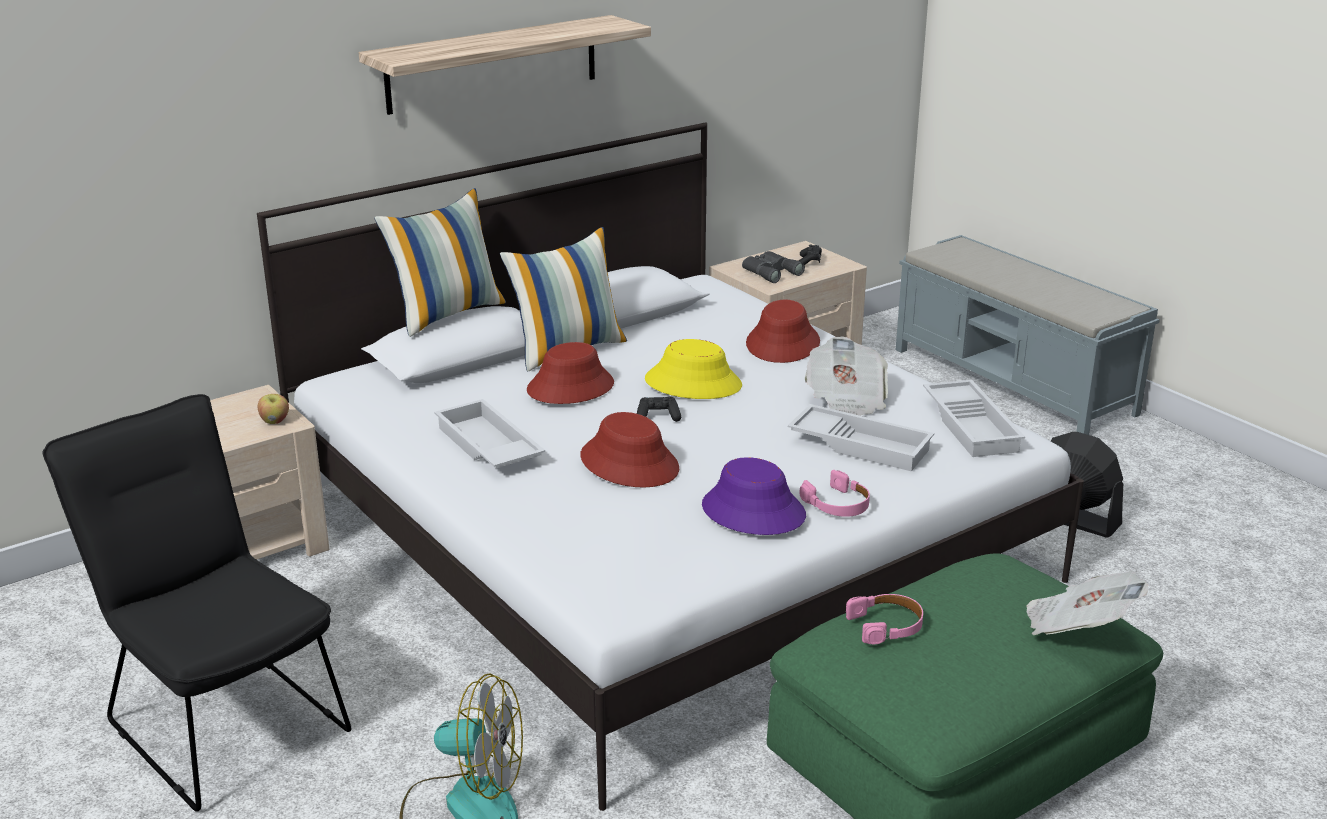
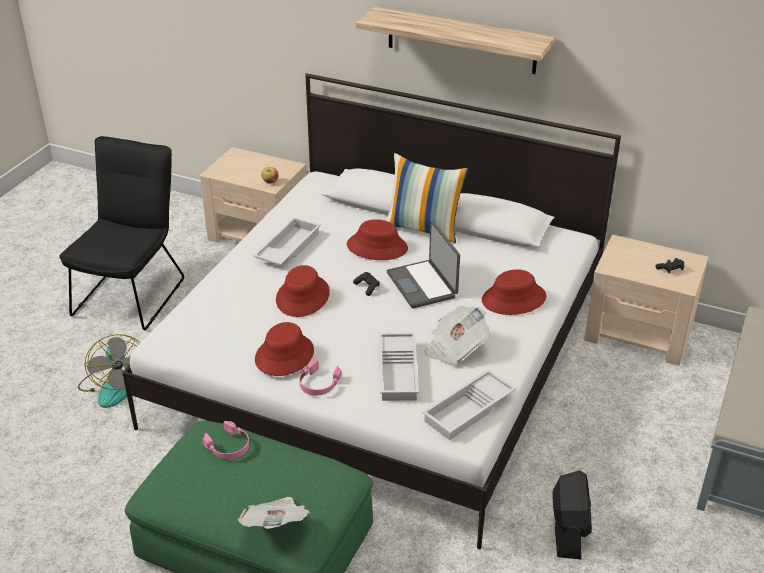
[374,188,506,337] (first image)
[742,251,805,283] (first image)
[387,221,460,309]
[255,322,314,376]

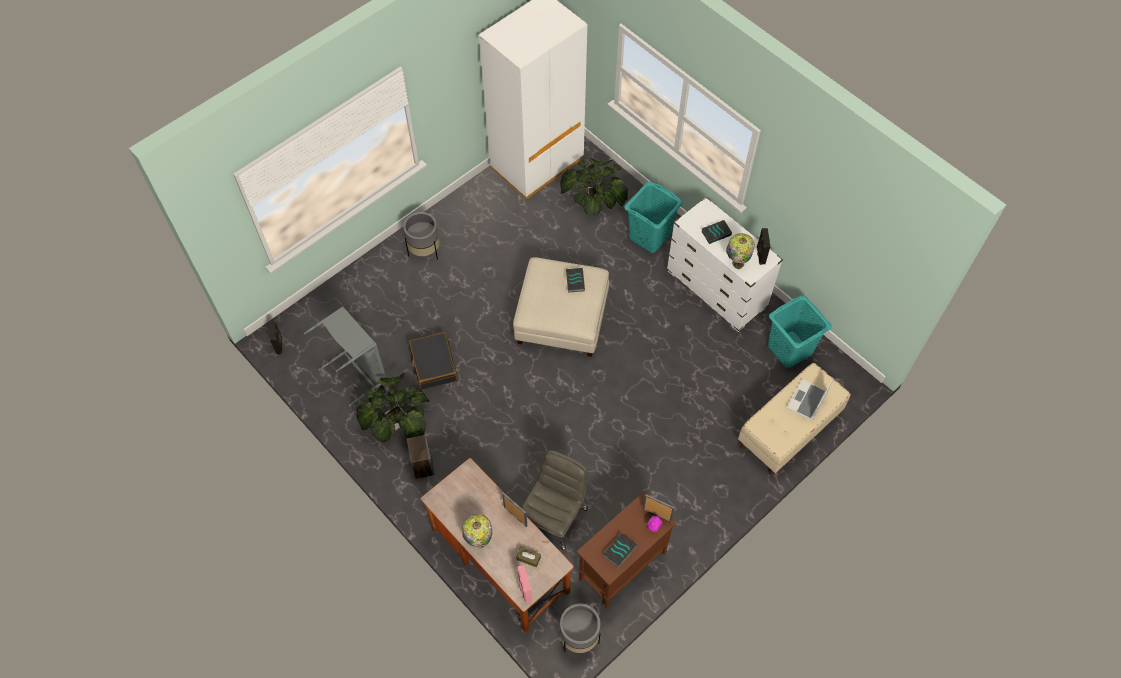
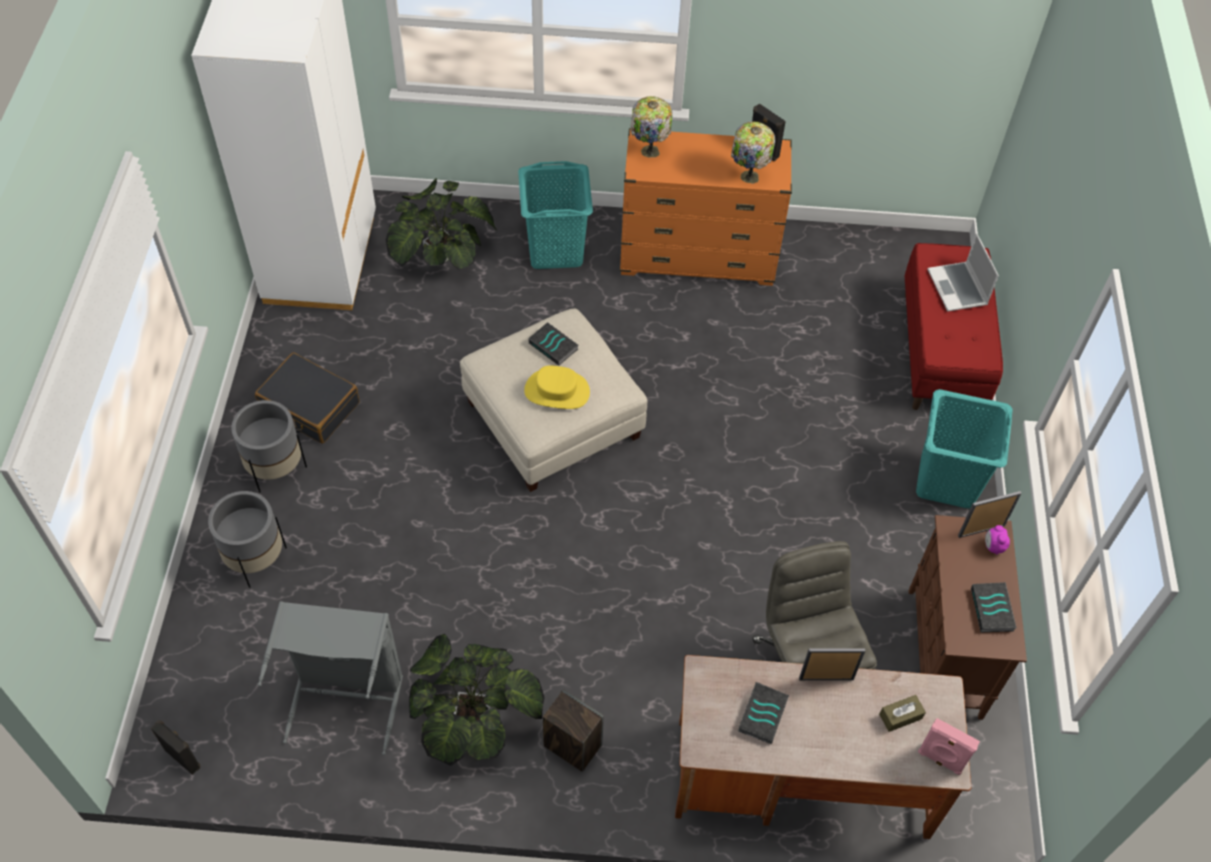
[620,128,792,286]
[738,682,789,744]
[916,389,1013,508]
[255,352,360,444]
[905,243,1003,410]
[631,96,673,158]
[208,491,287,588]
[524,365,590,409]

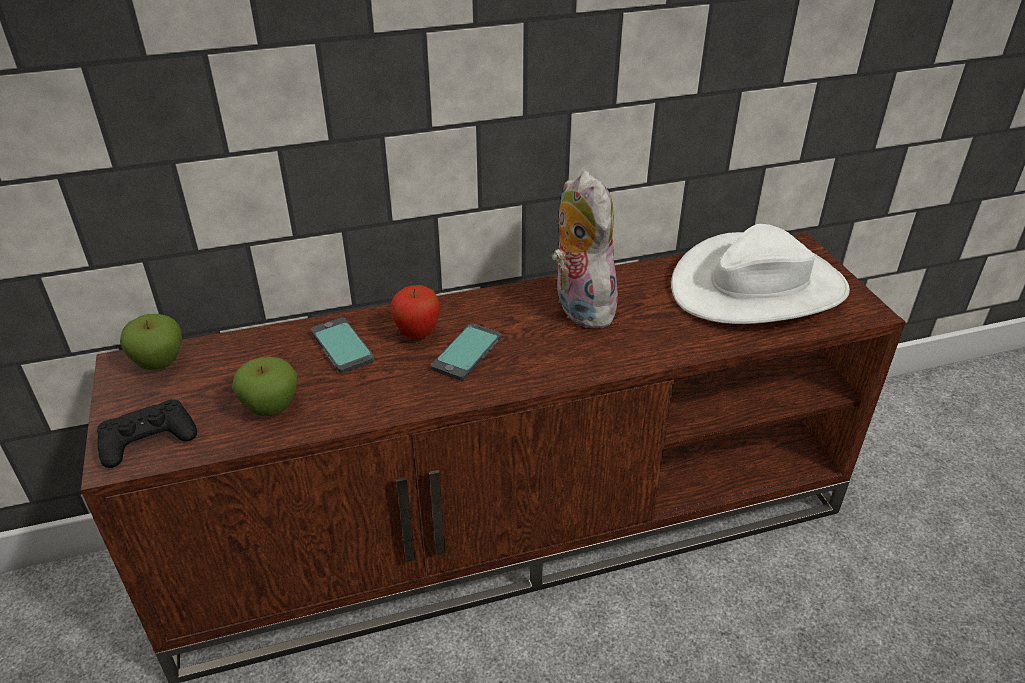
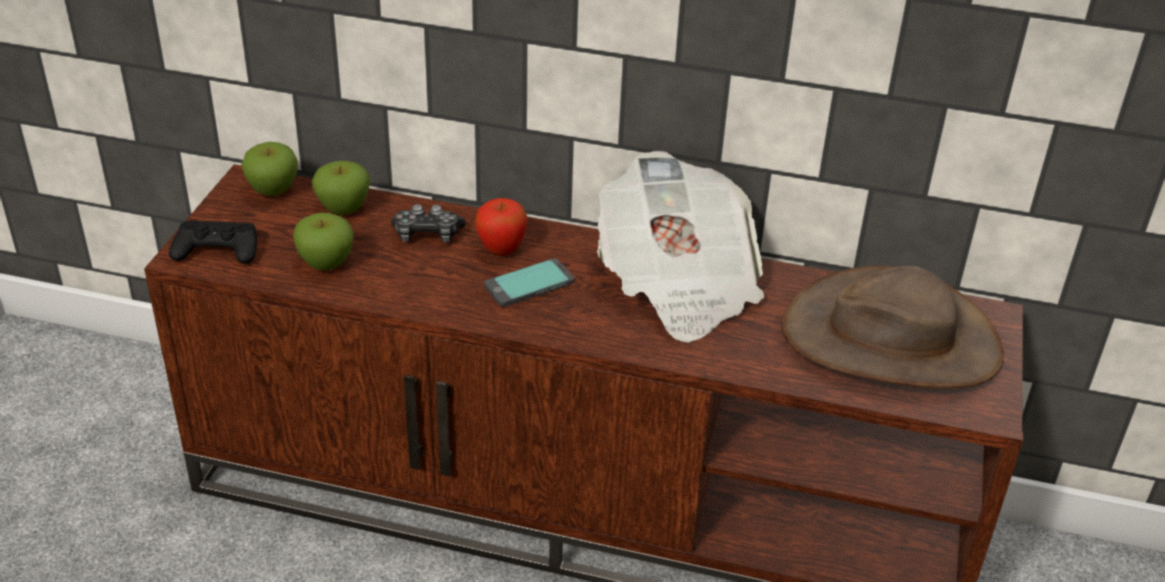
[597,151,764,343]
[781,266,1004,389]
[391,204,466,243]
[312,161,370,215]

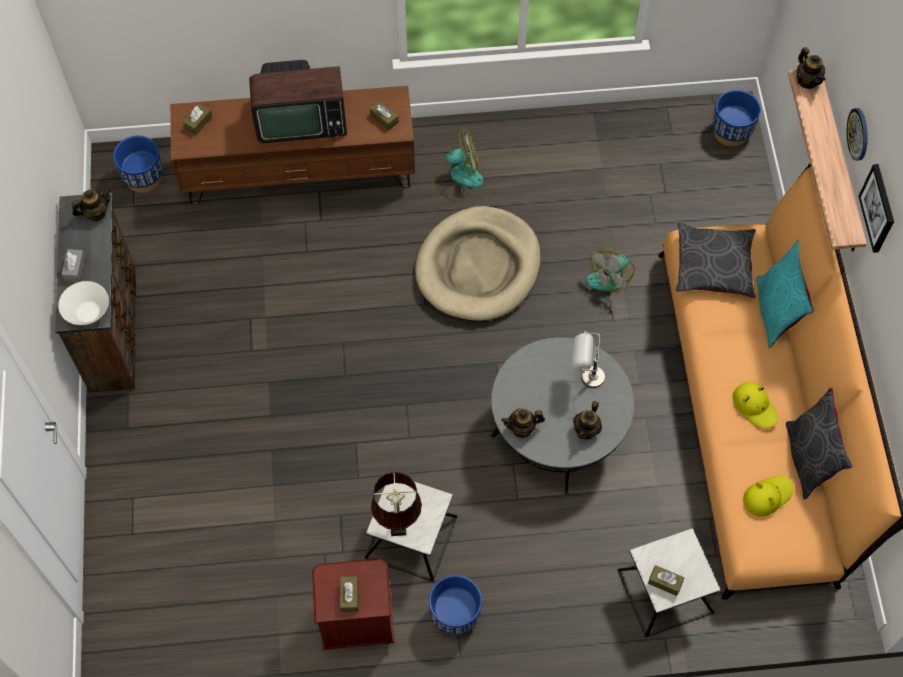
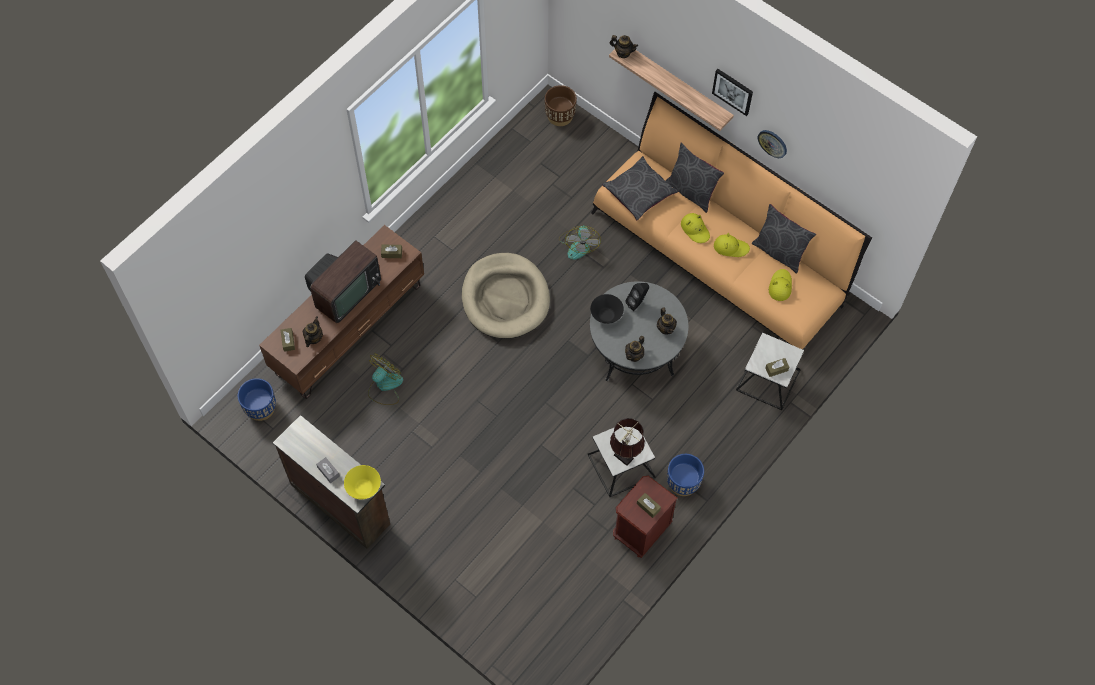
[545,85,577,126]
[758,130,787,158]
[368,353,403,405]
[303,317,323,347]
[666,142,724,213]
[344,465,381,499]
[625,283,649,311]
[681,213,710,243]
[590,294,624,324]

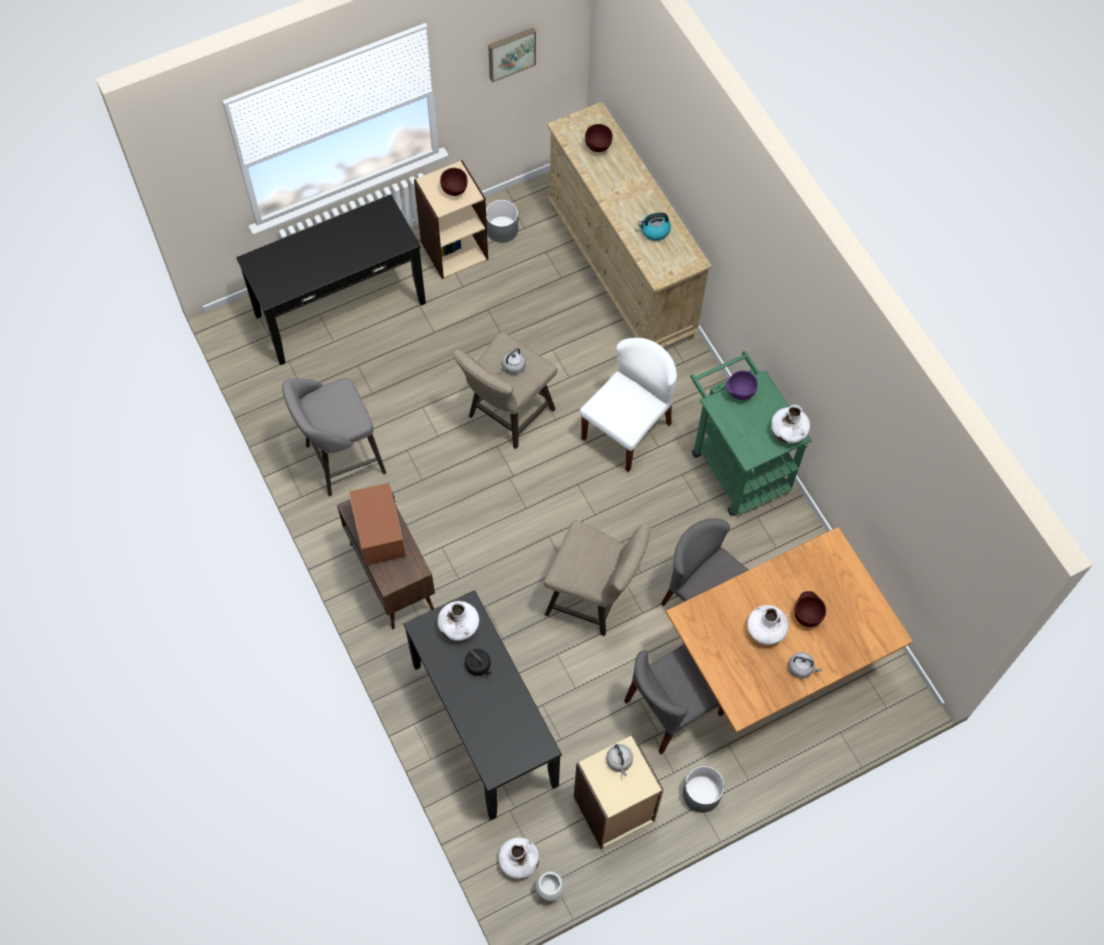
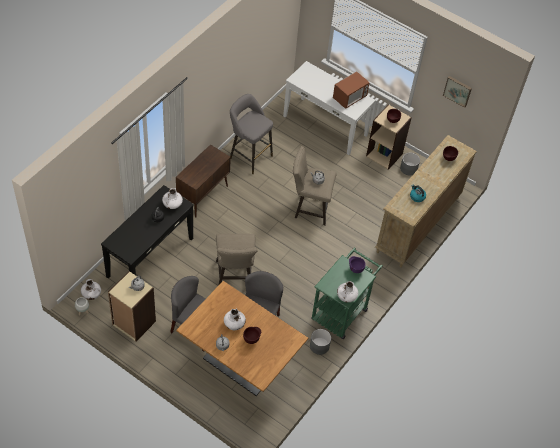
[283,61,375,155]
[580,338,677,472] (first image)
[333,71,370,109]
[310,329,331,355]

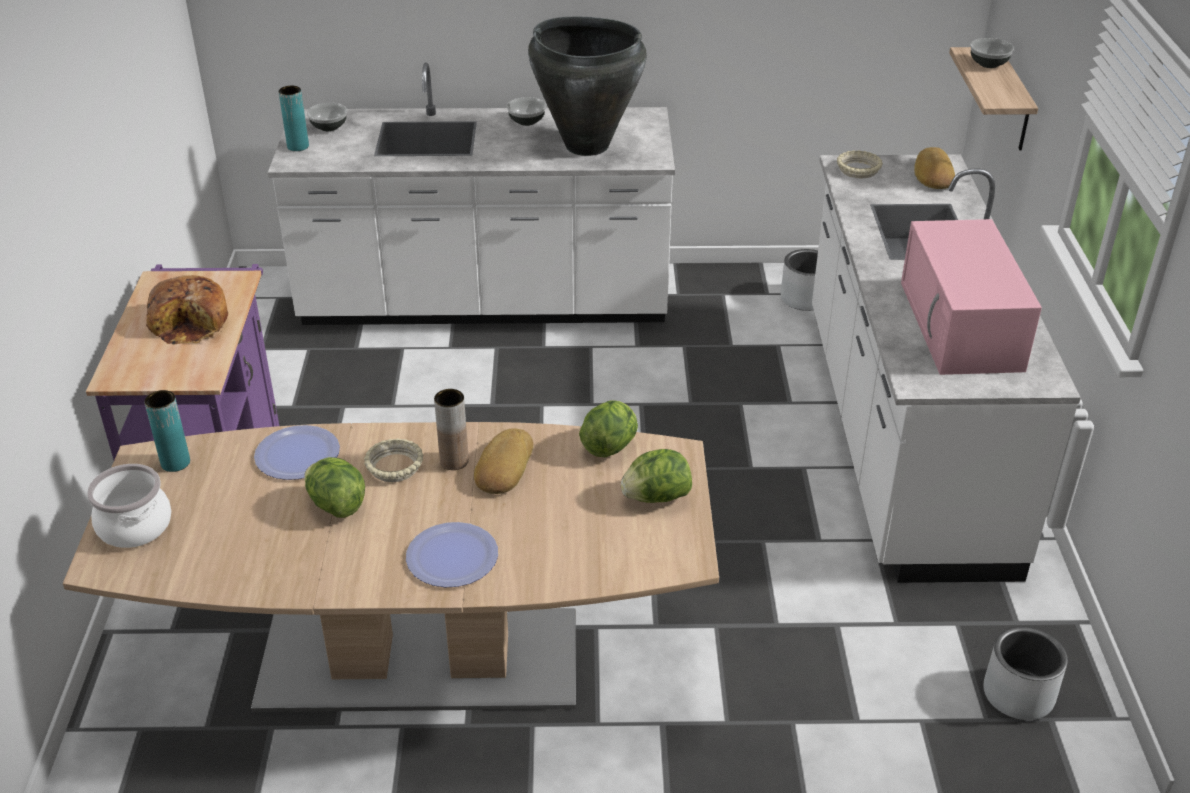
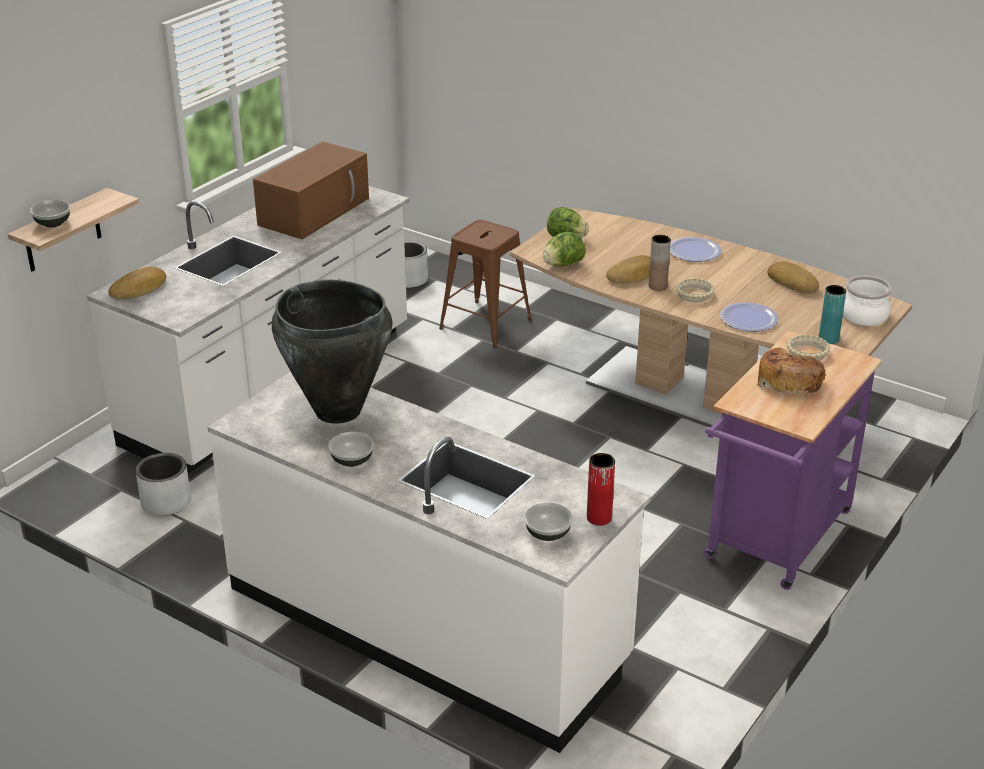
[587,453,615,526]
[786,334,830,361]
[253,141,369,239]
[304,457,365,518] (first image)
[439,220,532,348]
[767,261,819,294]

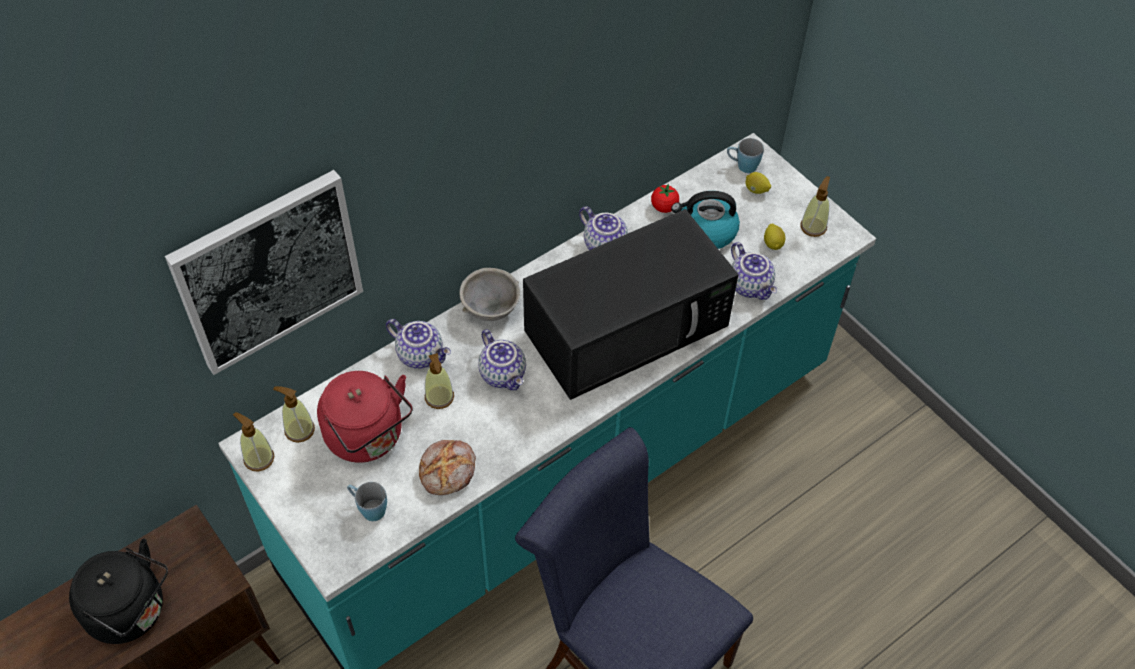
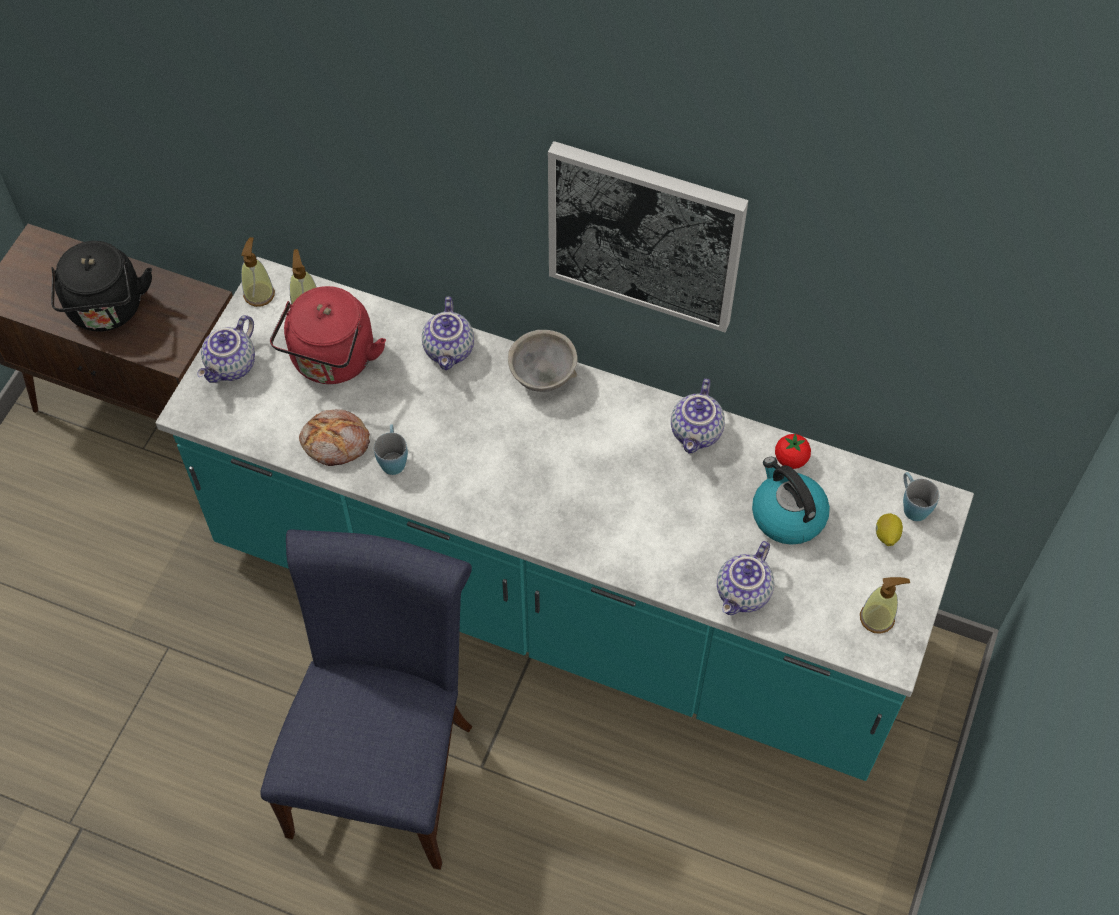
[548,141,749,332]
[523,209,739,400] (first image)
[764,223,785,250] (first image)
[197,315,255,383]
[425,353,454,409] (first image)
[374,424,408,475]

